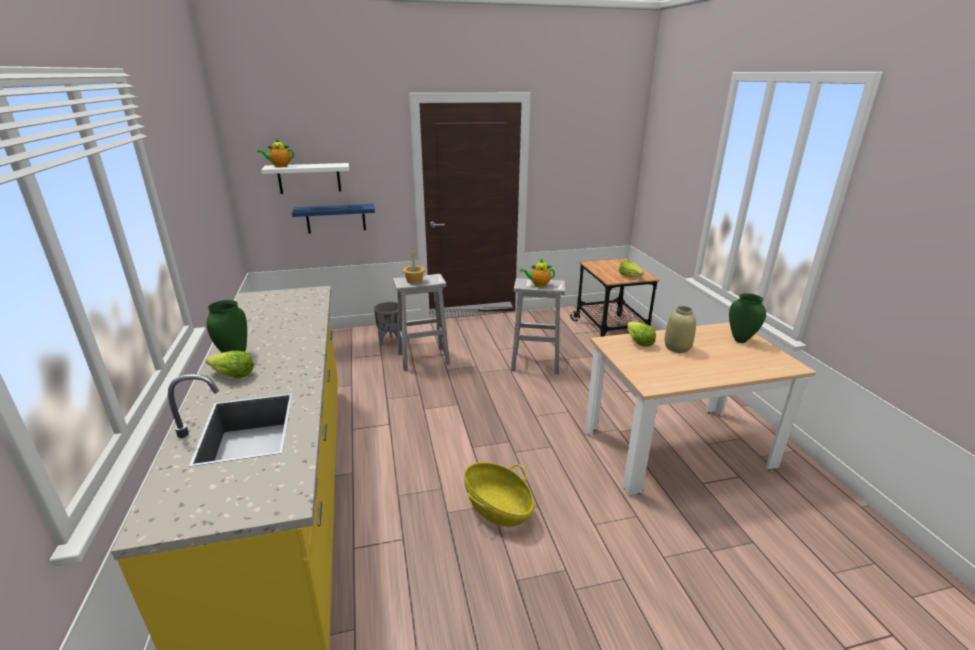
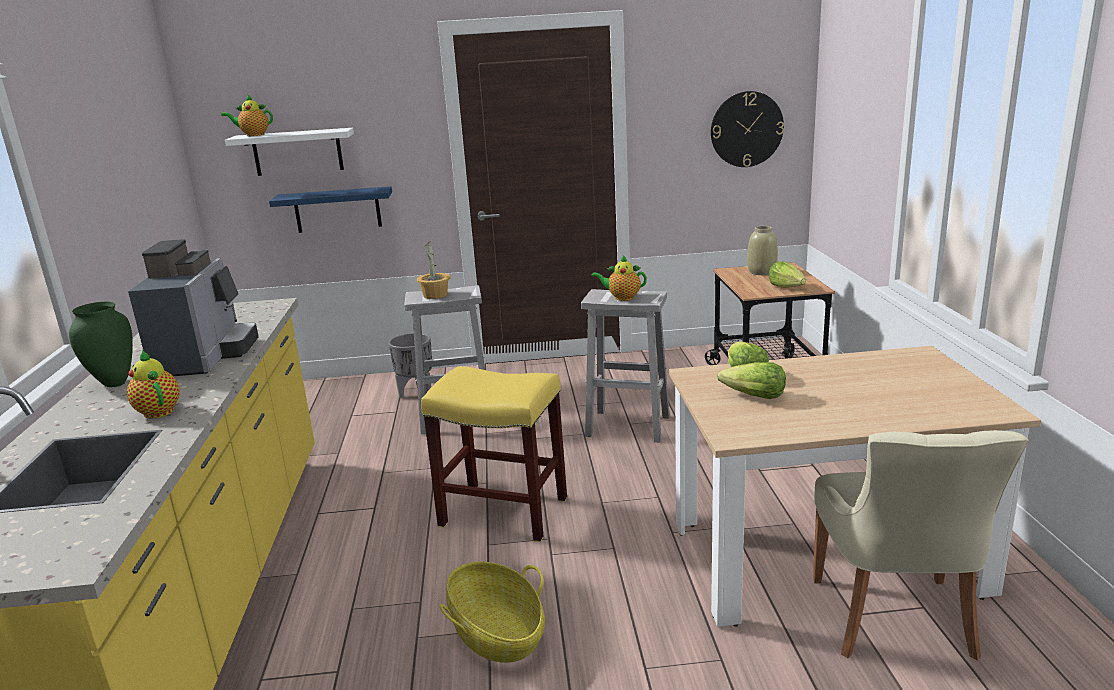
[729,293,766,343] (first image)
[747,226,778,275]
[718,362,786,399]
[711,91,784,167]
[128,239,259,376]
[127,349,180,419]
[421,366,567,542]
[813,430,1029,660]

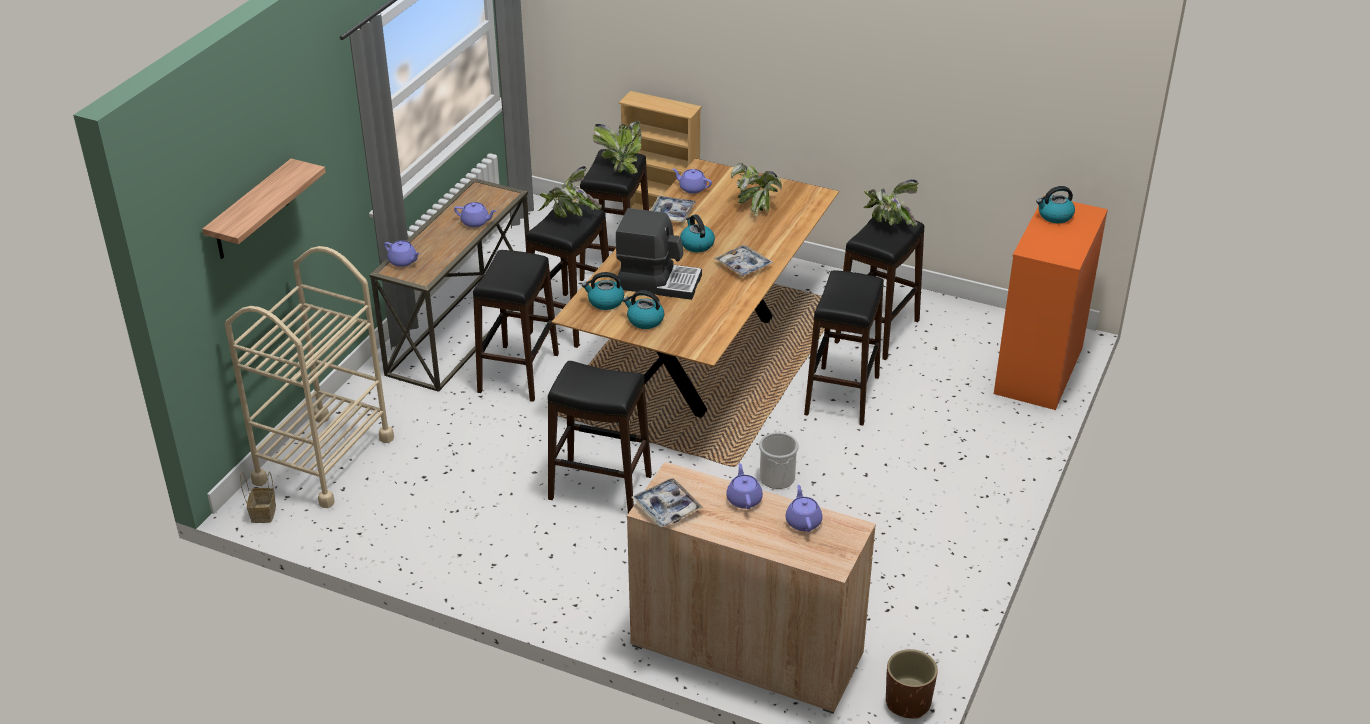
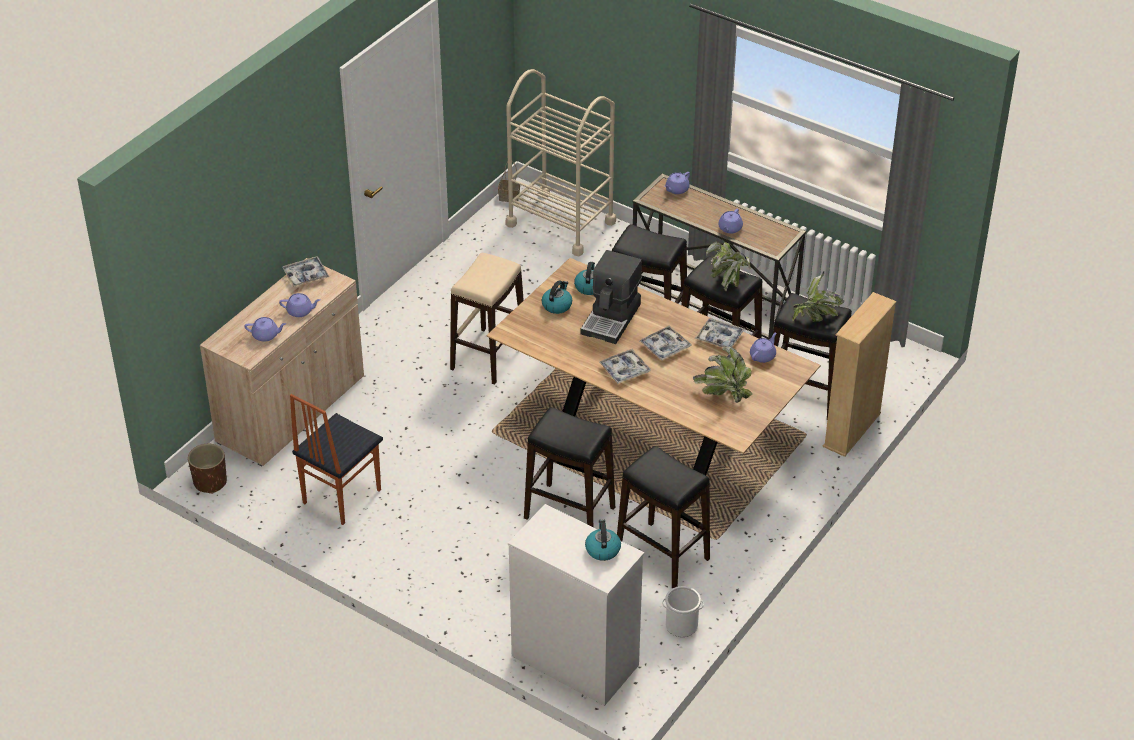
[202,158,326,259] (first image)
[863,180,918,227] (first image)
[508,504,644,706]
[640,325,692,360]
[450,253,524,385]
[662,586,704,637]
[290,394,383,525]

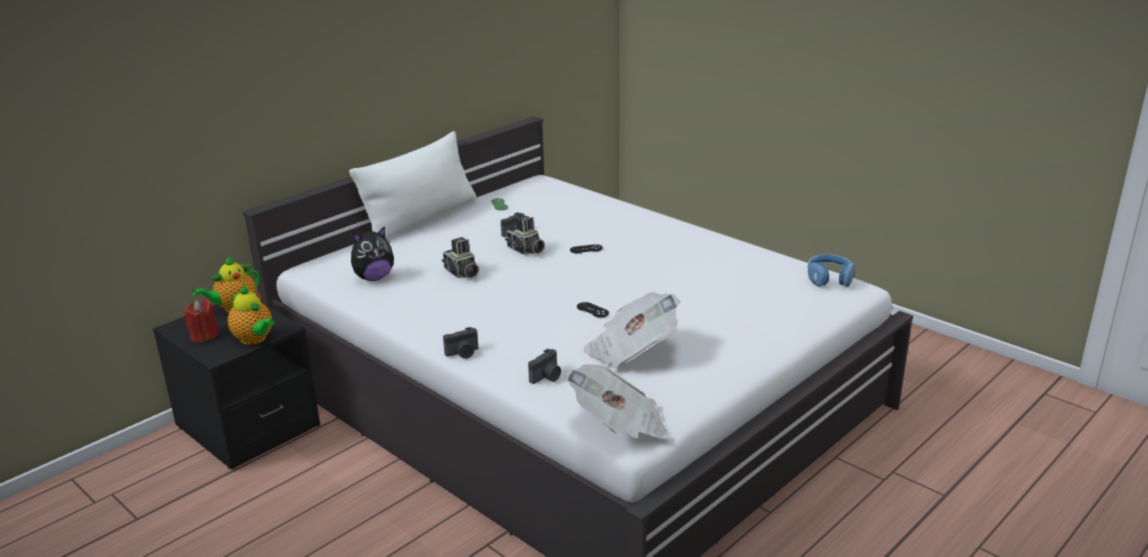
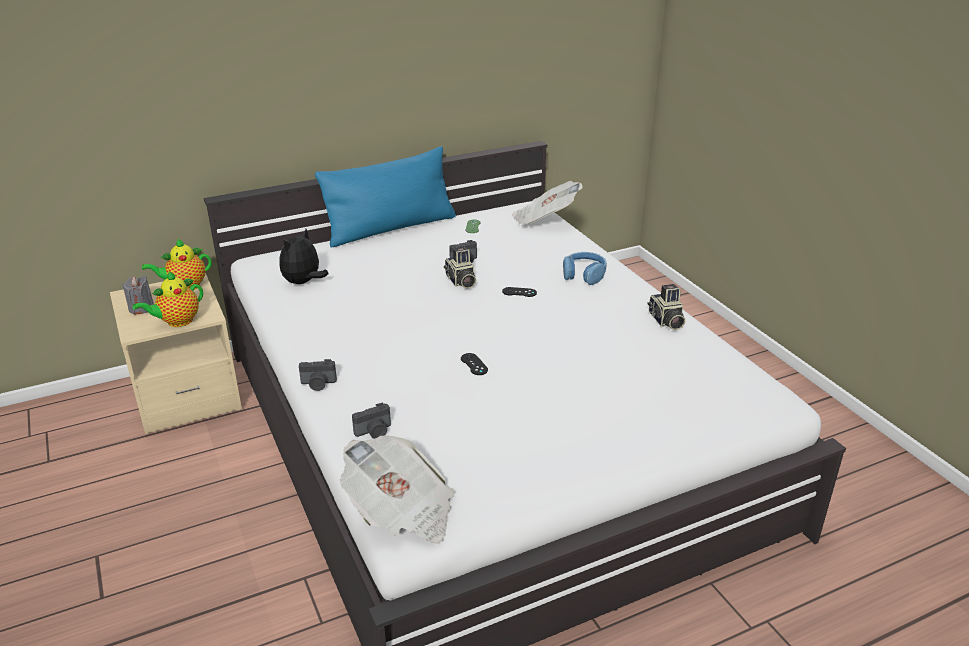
[315,146,456,248]
[279,229,328,284]
[648,284,686,330]
[563,252,607,285]
[132,271,203,327]
[512,181,583,226]
[123,276,154,315]
[110,273,242,434]

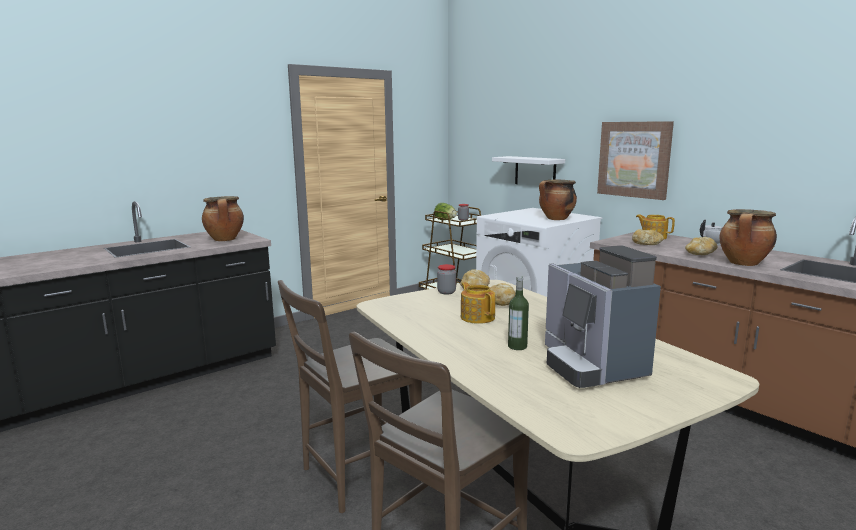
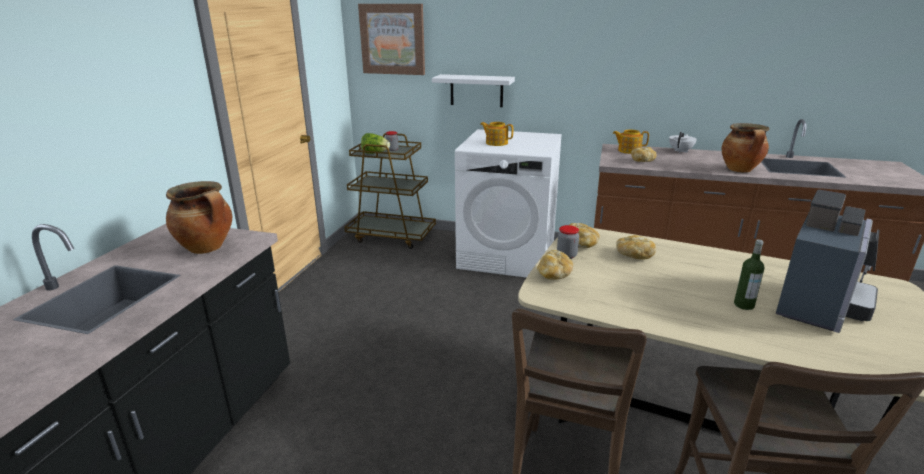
[358,4,425,75]
[539,180,577,220] (first image)
[537,250,573,280]
[776,190,879,333]
[480,122,513,146]

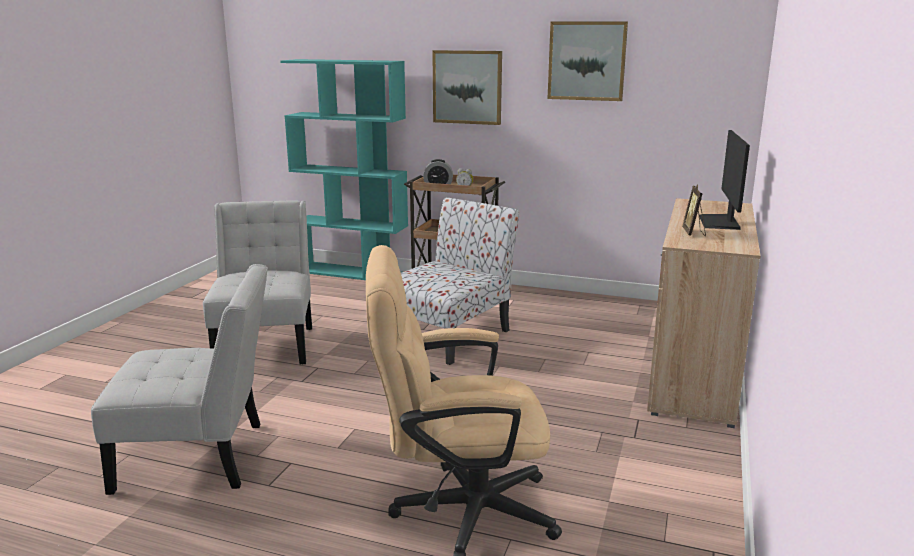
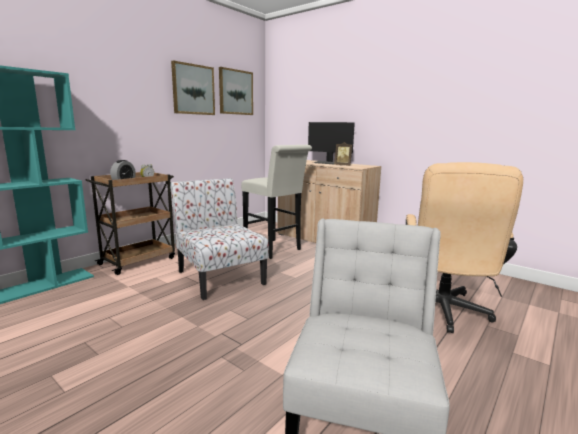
[219,67,253,115]
[203,200,312,364] (first image)
[241,145,312,259]

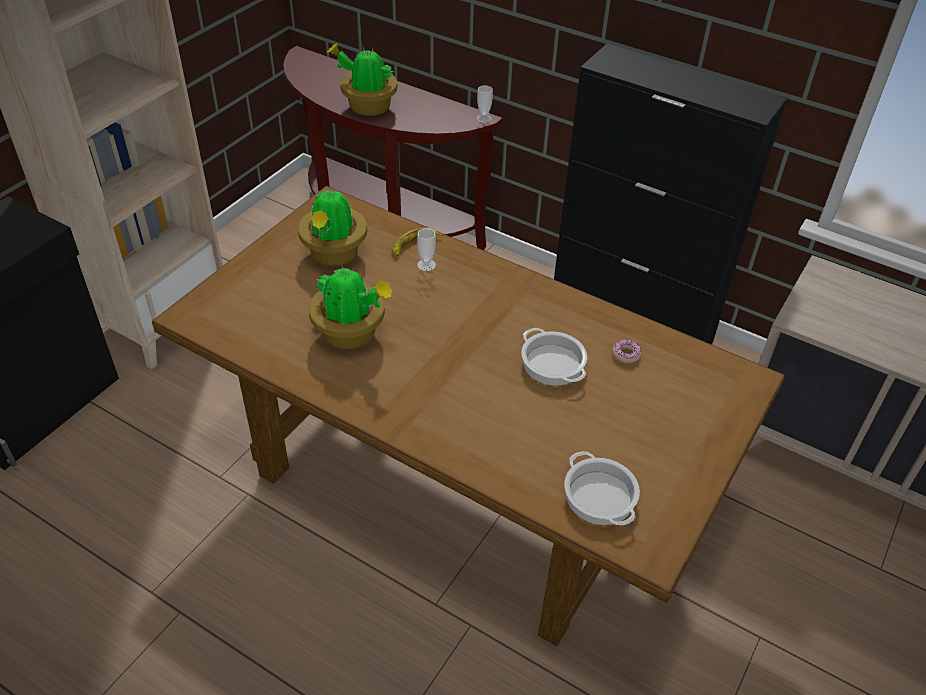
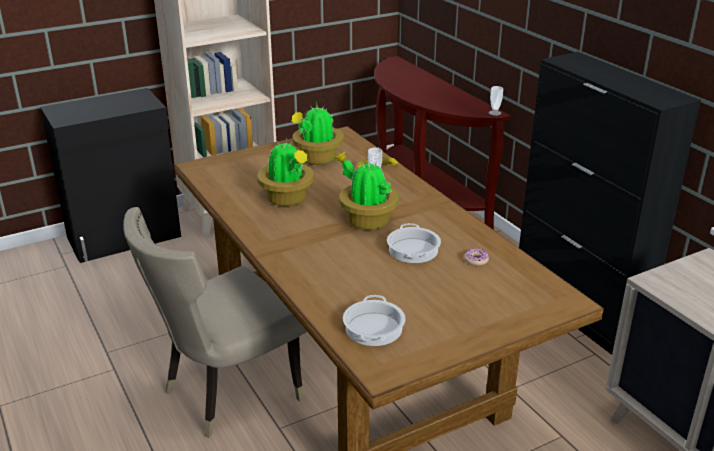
[335,151,399,230]
[123,207,307,438]

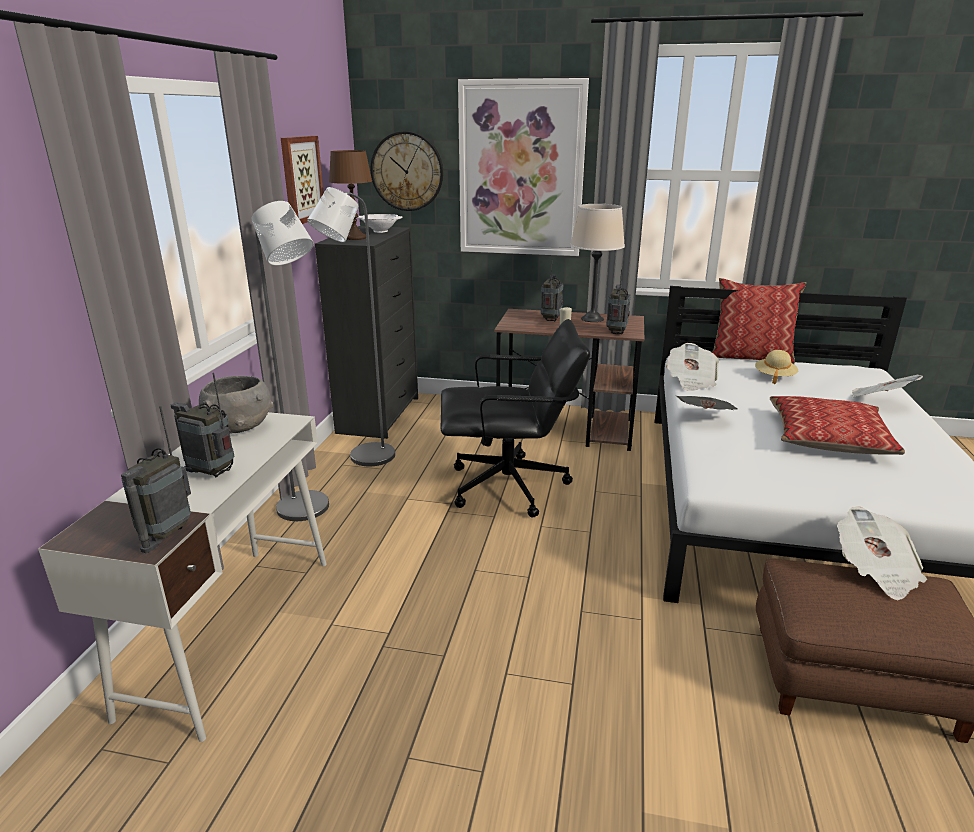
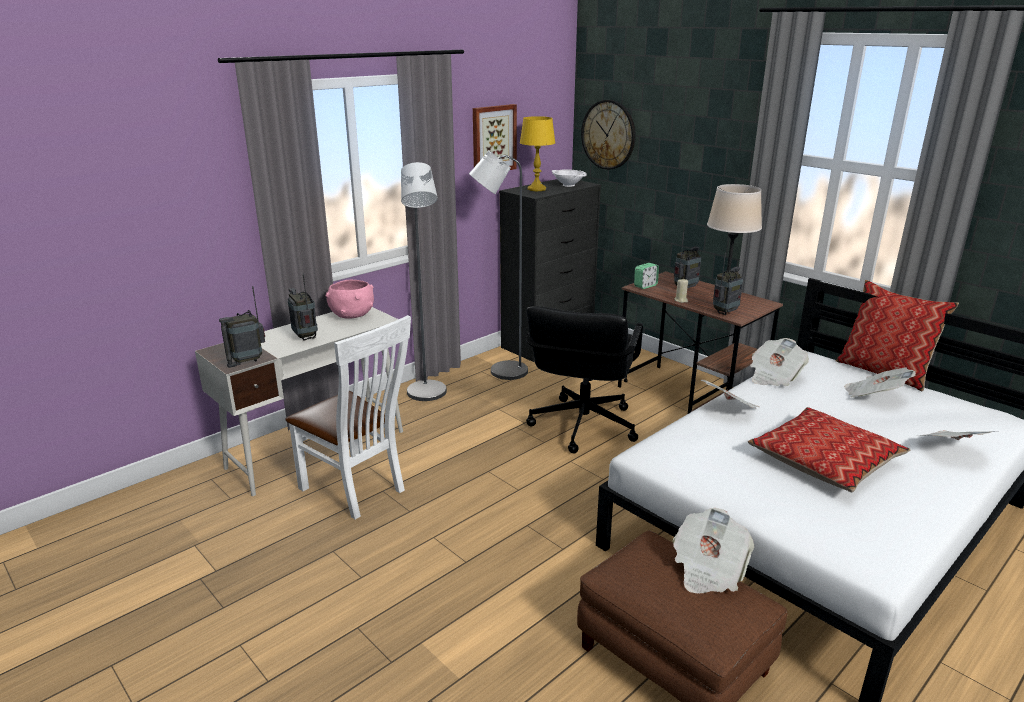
[458,78,589,256] (first image)
[520,116,555,191]
[526,306,643,453]
[844,368,916,397]
[326,280,374,318]
[634,263,659,289]
[285,315,411,519]

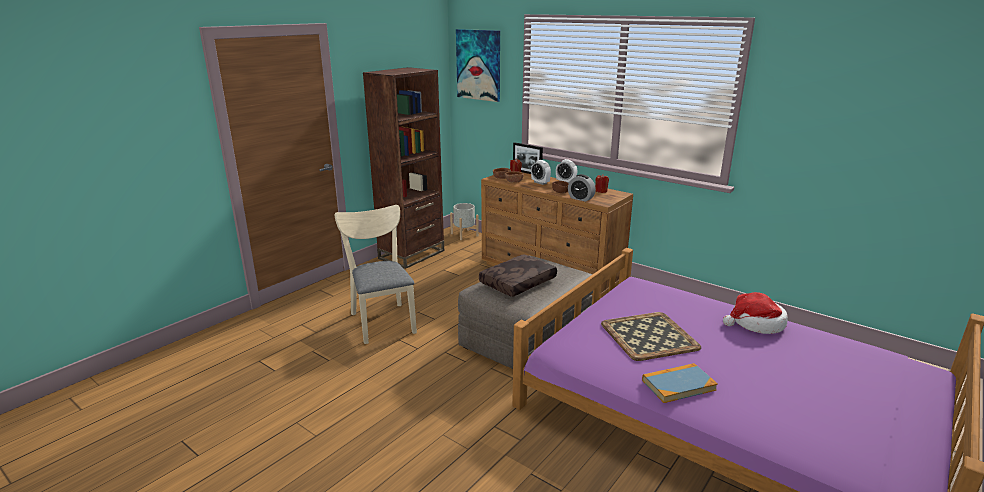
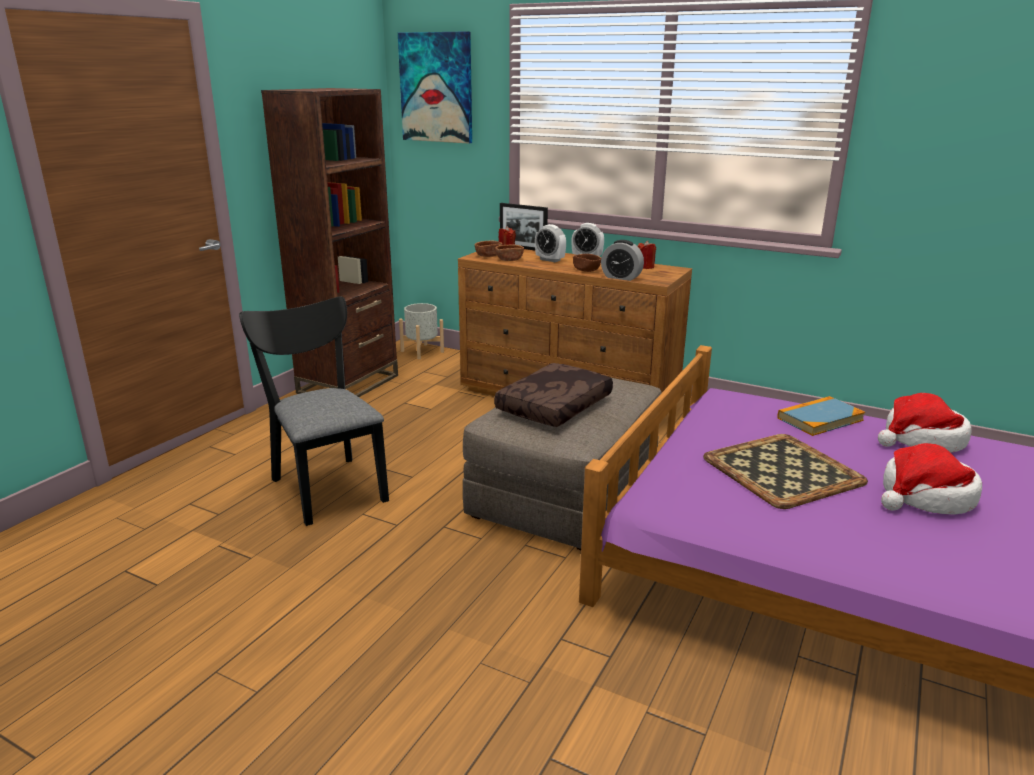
[239,296,389,526]
[777,396,865,436]
[881,443,982,515]

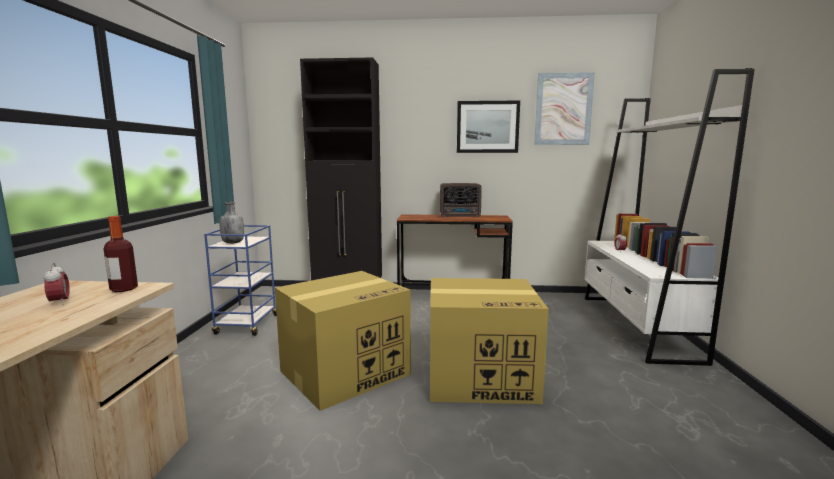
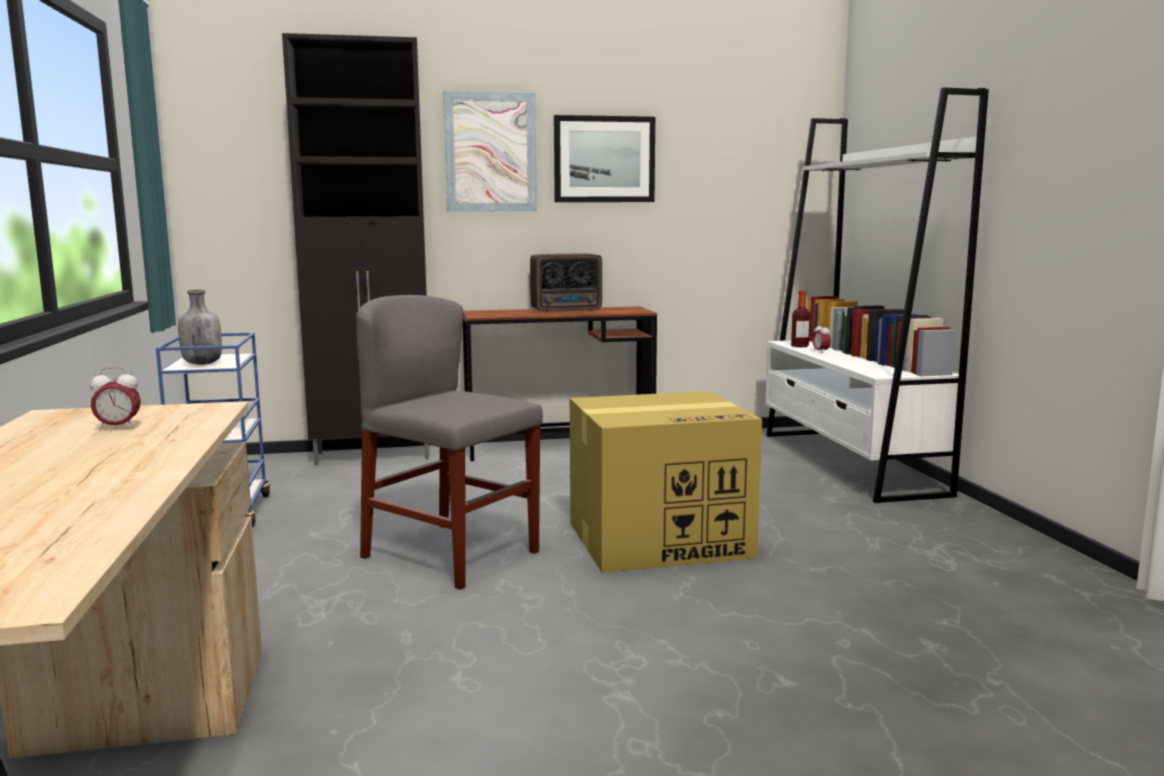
[443,91,537,212]
[791,290,810,347]
[90,367,141,431]
[356,295,543,590]

